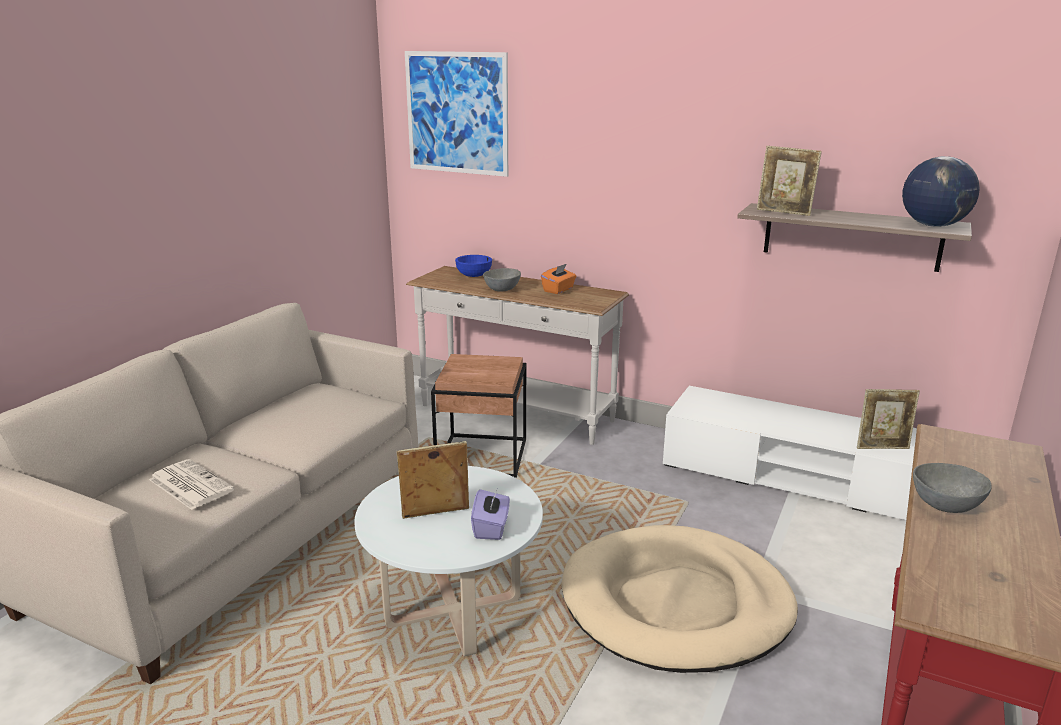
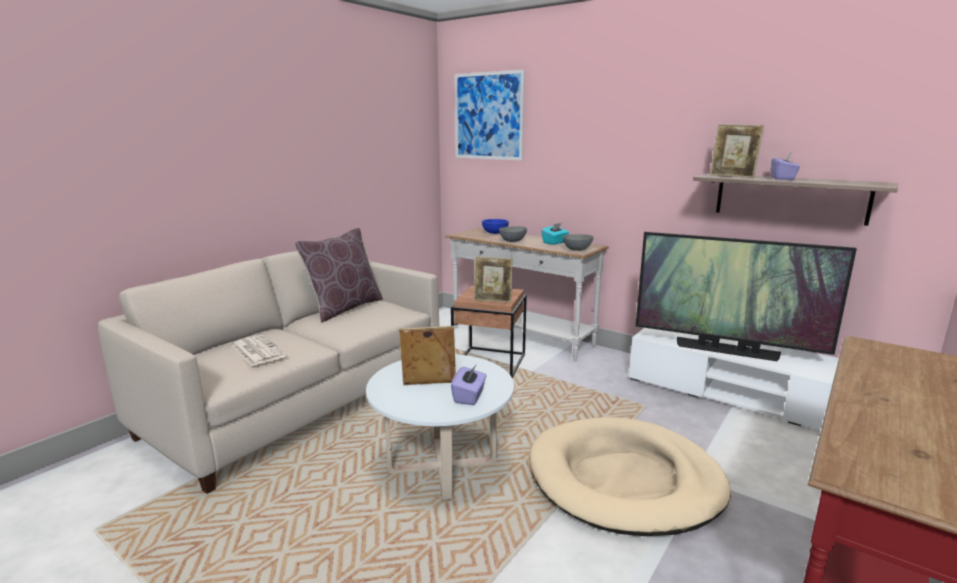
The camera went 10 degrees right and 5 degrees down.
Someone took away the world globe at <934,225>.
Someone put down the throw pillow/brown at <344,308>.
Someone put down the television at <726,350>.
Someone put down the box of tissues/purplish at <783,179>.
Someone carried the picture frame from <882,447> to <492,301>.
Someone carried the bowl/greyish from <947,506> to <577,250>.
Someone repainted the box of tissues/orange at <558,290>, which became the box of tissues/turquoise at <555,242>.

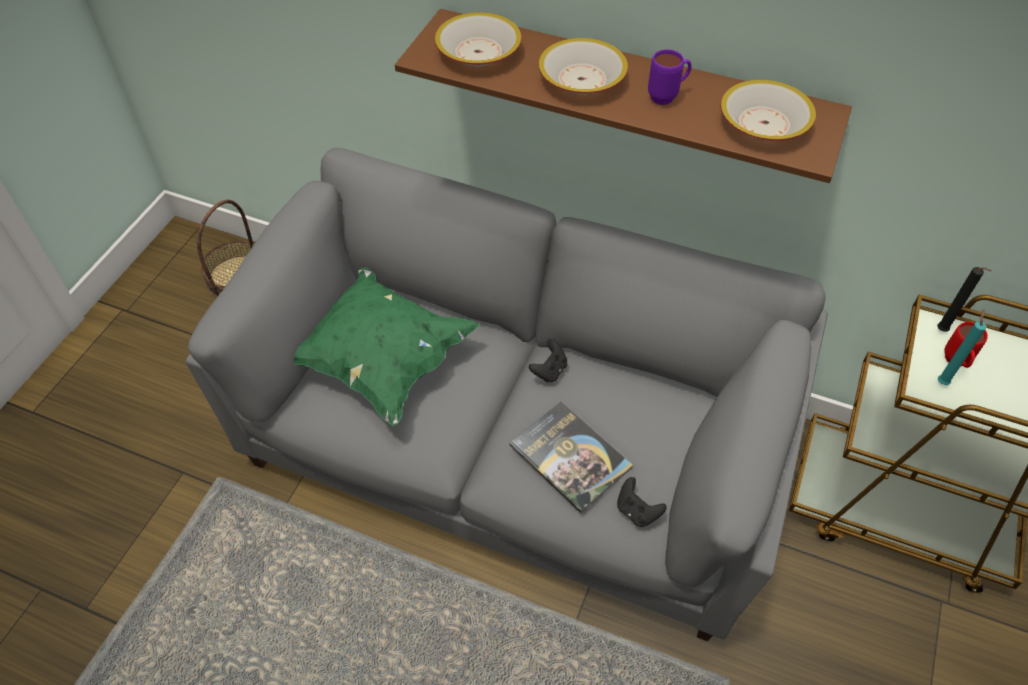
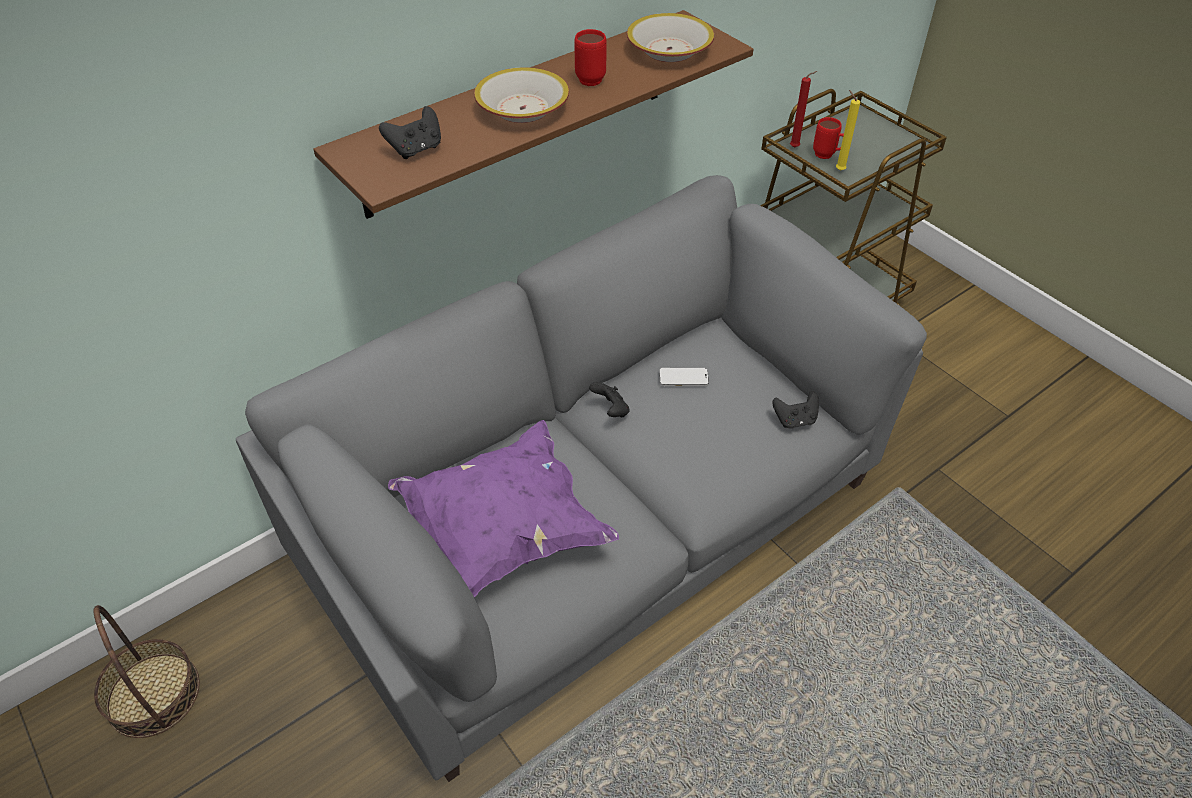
The camera went 60 degrees left and 5 degrees down.
Someone took away the bound book at <570,456>.
Someone put down the handset at <683,378>.
Someone swapped the bowl at <478,53> for the gamepad/blackish at <416,149>.
Someone repainted the throw pillow/green at <382,361>, which became the throw pillow/purplish at <503,533>.
Someone repainted the mug/purplish at <667,97>, which became the mug/reddish at <591,77>.
Someone repainted the wax light/blackish at <943,331>, which became the wax light/reddish at <796,147>.
Someone repainted the wax light/turquoise at <942,381>, which became the wax light/yellowish at <838,169>.

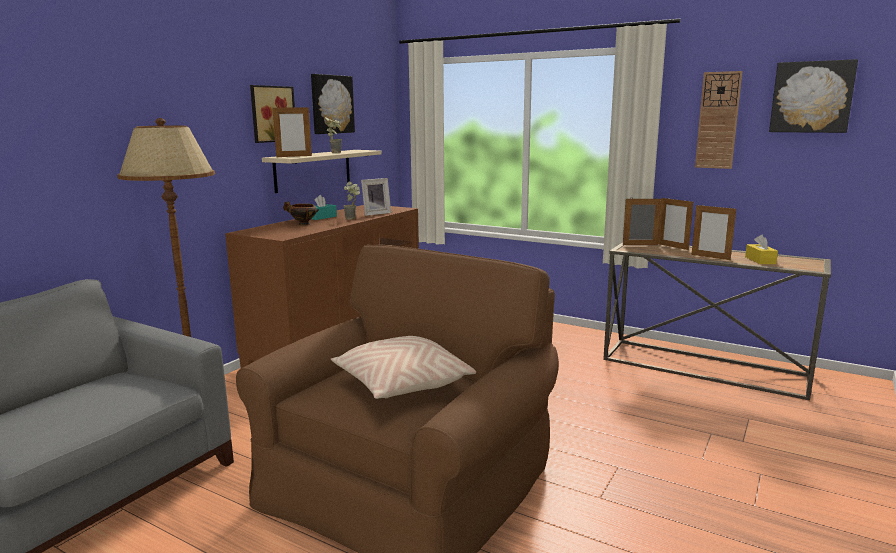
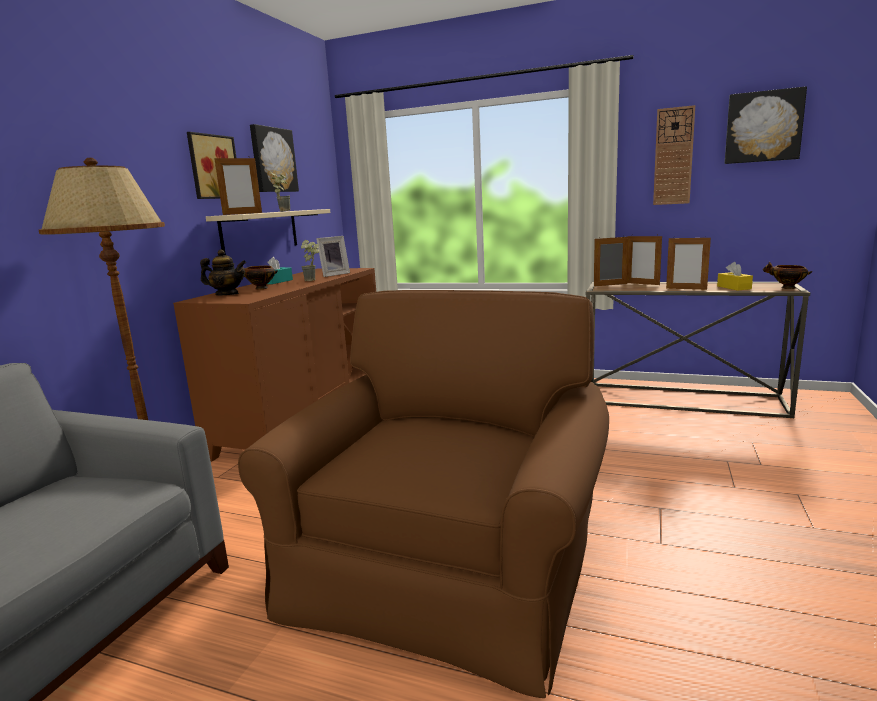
The camera went 10 degrees left and 0 degrees up.
Someone took away the throw pillow/beige at <401,385>.
Someone put down the teapot at <227,294>.
Someone put down the bowl at <786,288>.

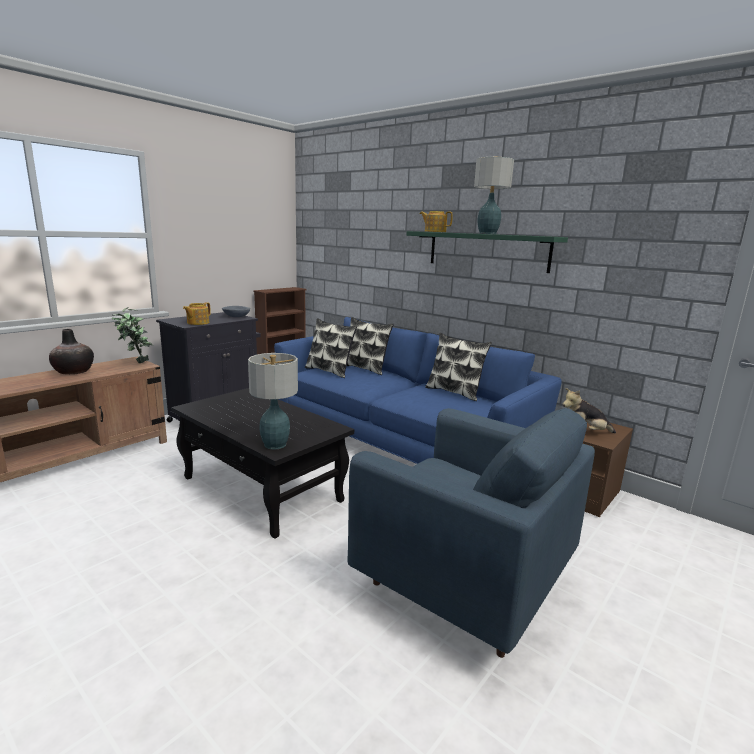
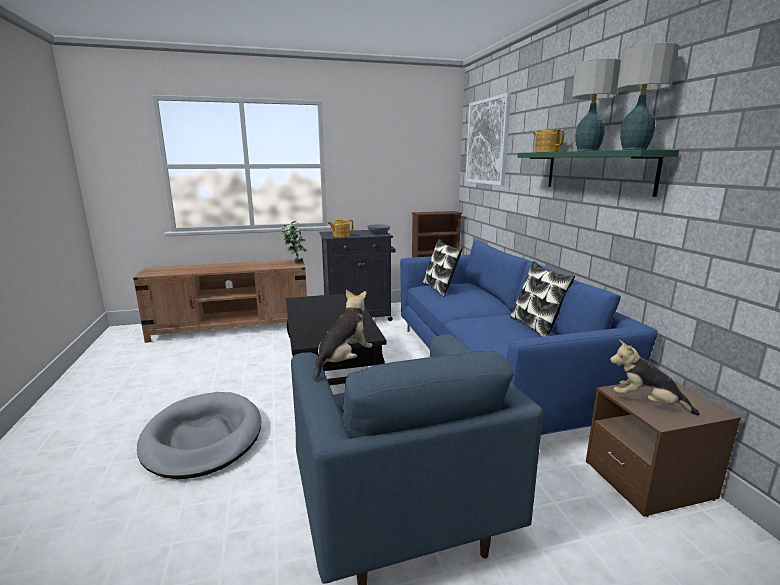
The camera went 35 degrees right and 0 degrees up.
Someone took away the decorative vase at <74,372>.
Someone took away the throw pillow at <365,368>.
Someone put down the dog bed/greyish at <203,438>.
Someone put down the plush toy at <343,361>.
Someone put up the picture at <487,142>.
Someone carried the lamp for a table from <275,445> to <635,149>.

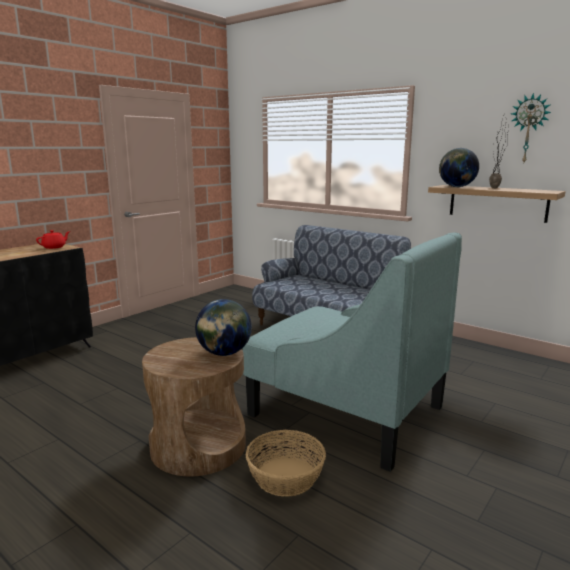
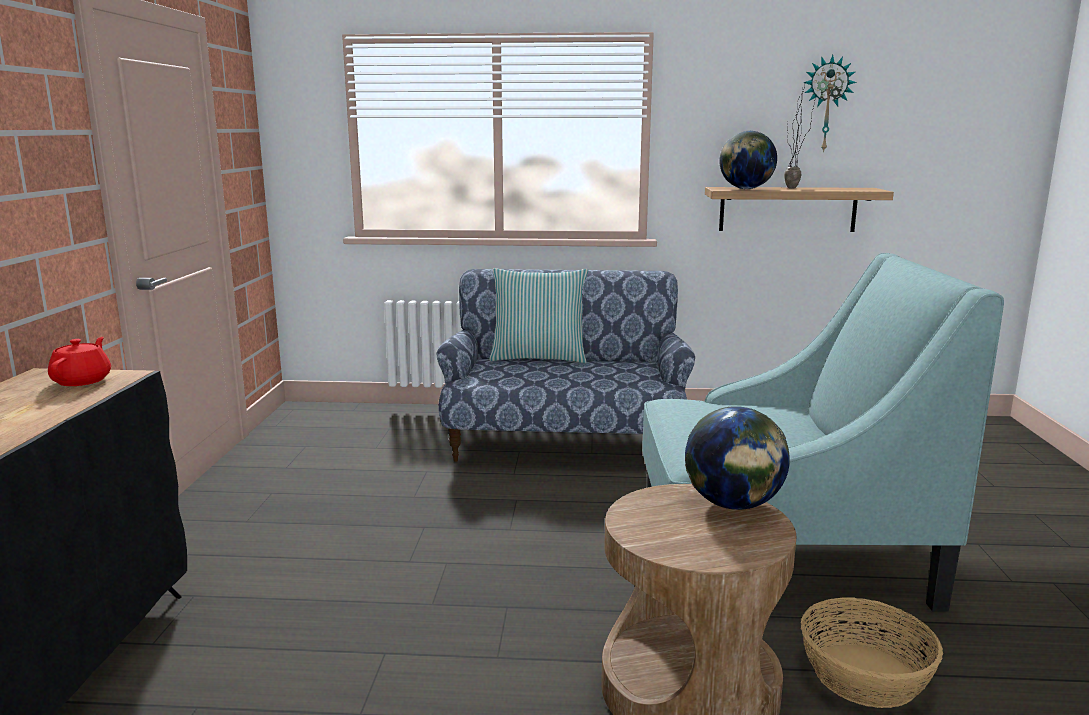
The camera went 35 degrees left and 0 degrees up.
Someone put down the throw pillow at <539,358>.

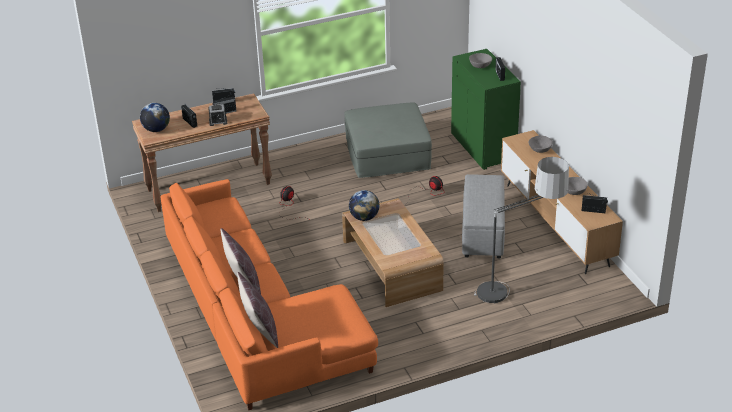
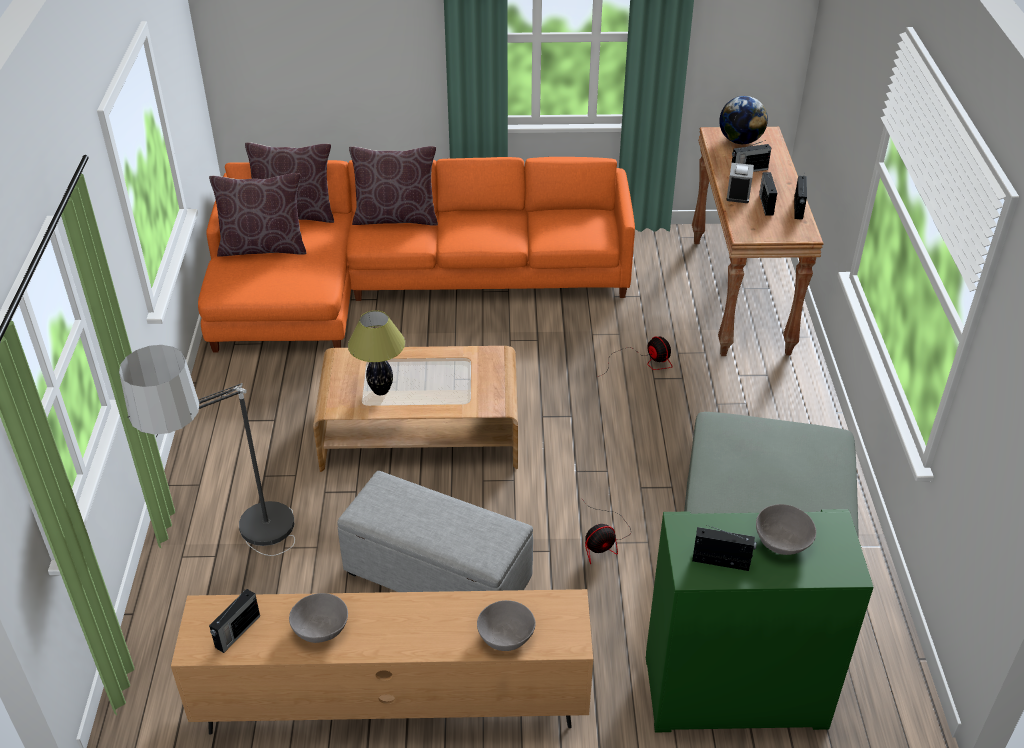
The camera went 110 degrees right and 5 degrees up.
Someone took away the world globe at <364,217>.
Someone put down the throw pillow/brown at <263,247>.
Someone put down the lamp for a table at <380,391>.

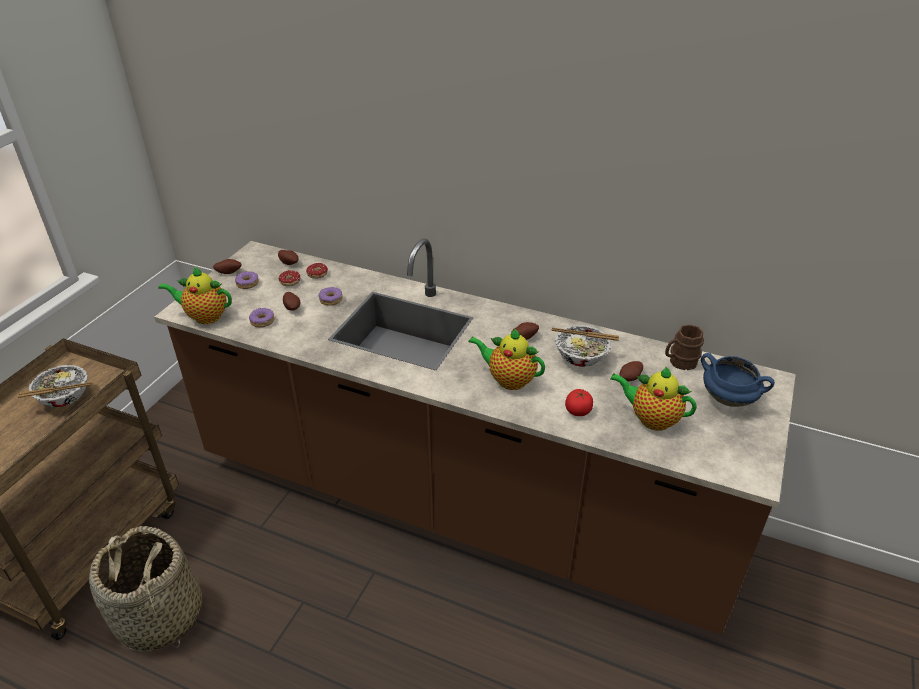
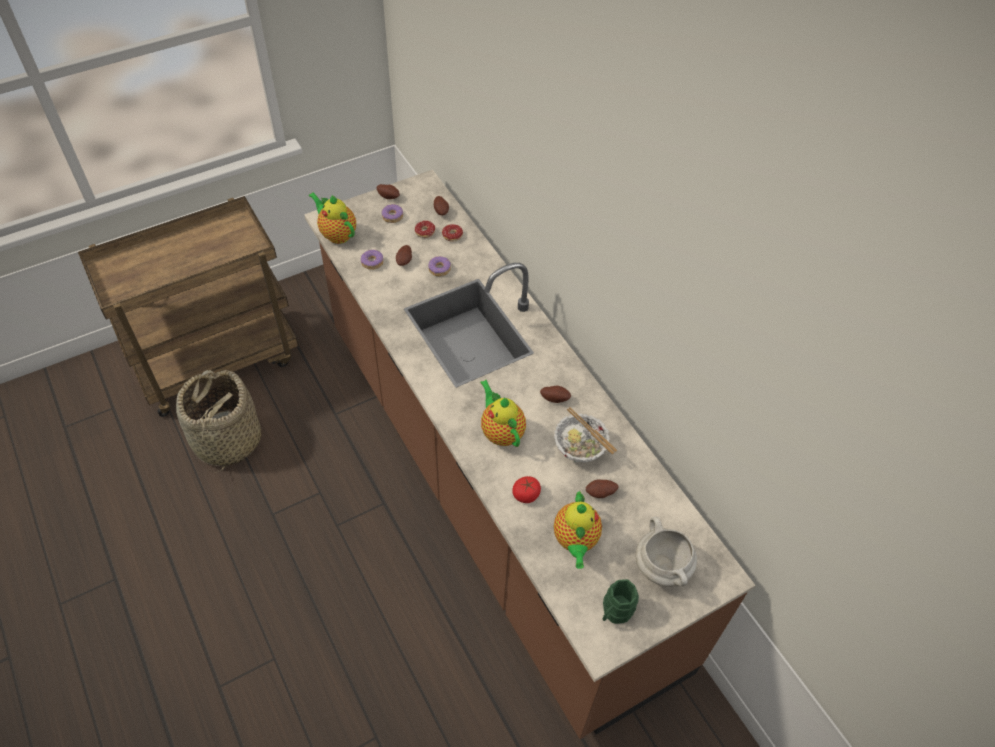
The camera went 35 degrees right and 15 degrees up.
Someone took away the bowl at <65,399>.
Someone took away the mug/brown at <679,362>.
Someone put down the mug/green at <614,612>.
Someone repainted the cooking pot/blue-coloured at <729,399>, which became the cooking pot/whitish at <663,567>.
Someone rotated the teapot at <651,419> by 150 degrees counterclockwise.

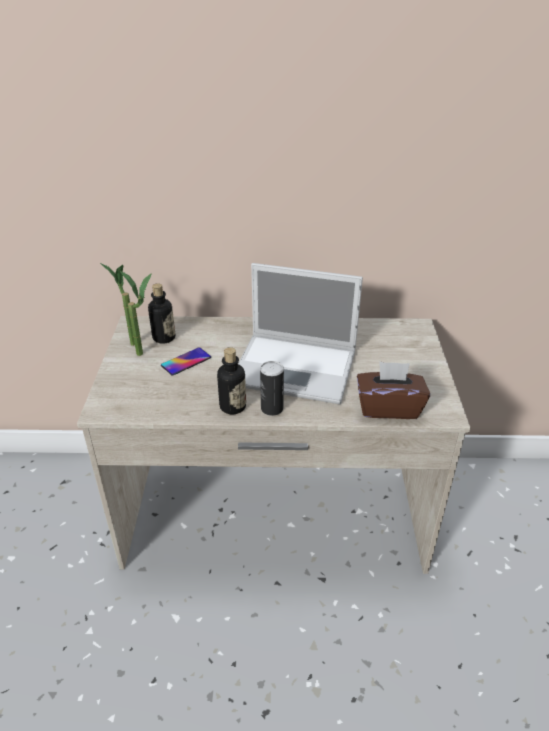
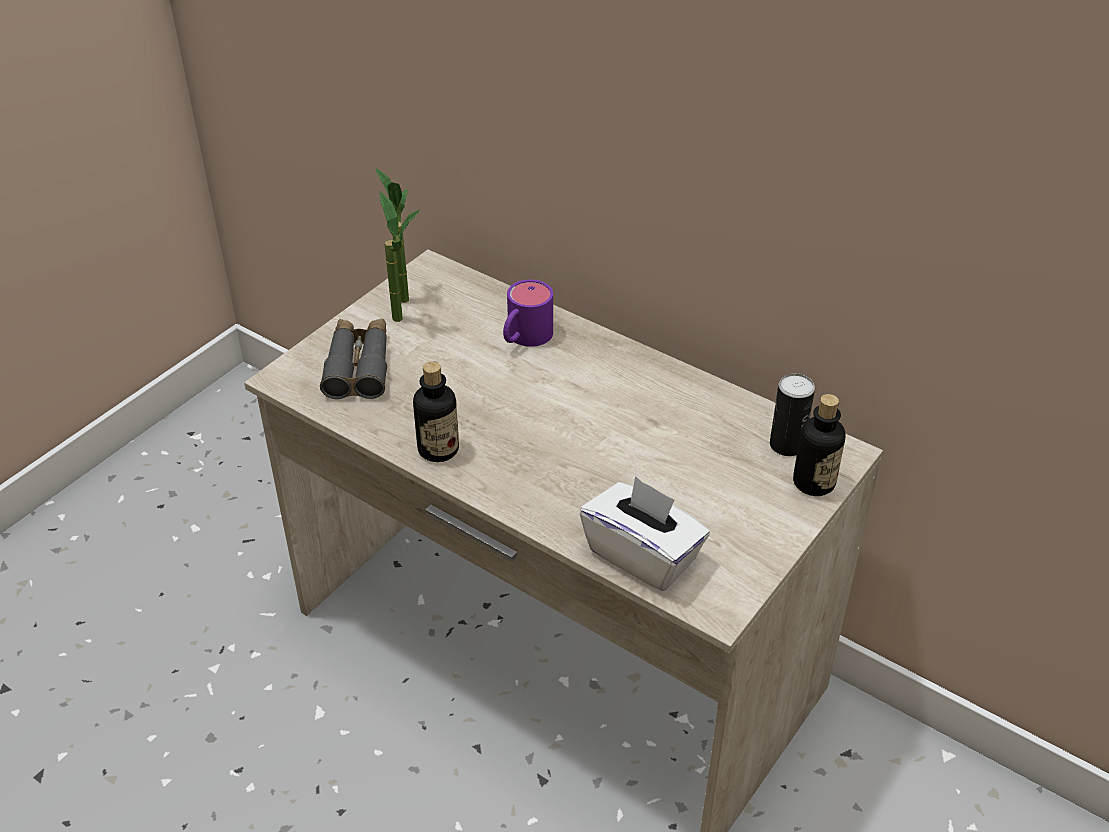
The camera went 35 degrees right and 5 degrees up.
Someone took away the handset at <186,361>.
Someone took away the portable computer at <297,368>.
Someone put down the binoculars/greyish at <358,366>.
Someone put down the mug/purplish at <524,338>.
Someone carried the bottle from <164,337> to <814,482>.
Someone carried the sealed can from <272,408> to <787,445>.
Someone repainted the box of tissues/brown at <388,407>, which became the box of tissues/whitish at <643,555>.

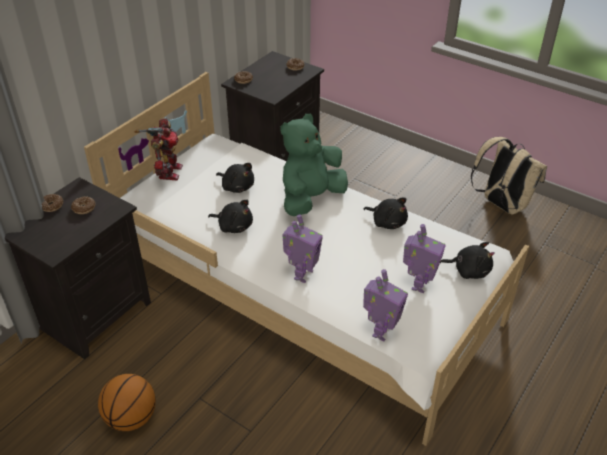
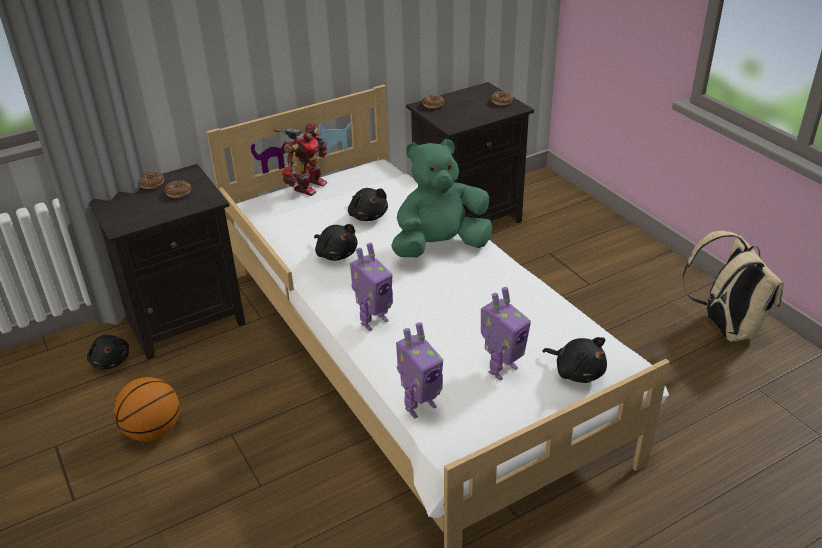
The camera went 25 degrees right and 5 degrees down.
Someone carried the plush toy/blackish from <387,222> to <111,361>.

